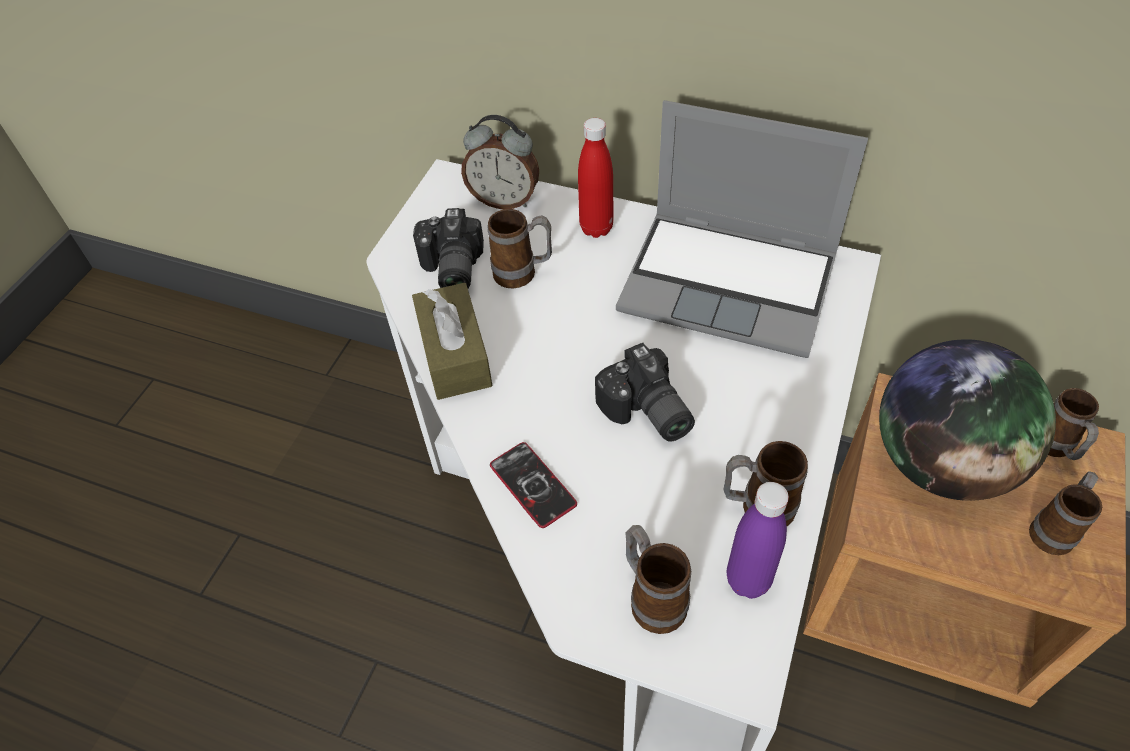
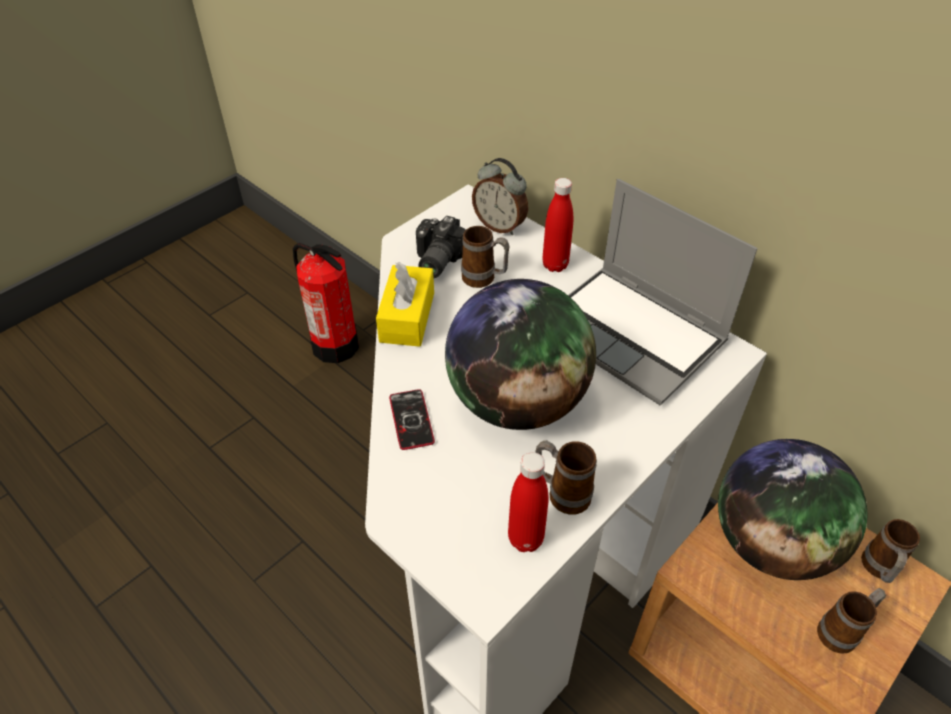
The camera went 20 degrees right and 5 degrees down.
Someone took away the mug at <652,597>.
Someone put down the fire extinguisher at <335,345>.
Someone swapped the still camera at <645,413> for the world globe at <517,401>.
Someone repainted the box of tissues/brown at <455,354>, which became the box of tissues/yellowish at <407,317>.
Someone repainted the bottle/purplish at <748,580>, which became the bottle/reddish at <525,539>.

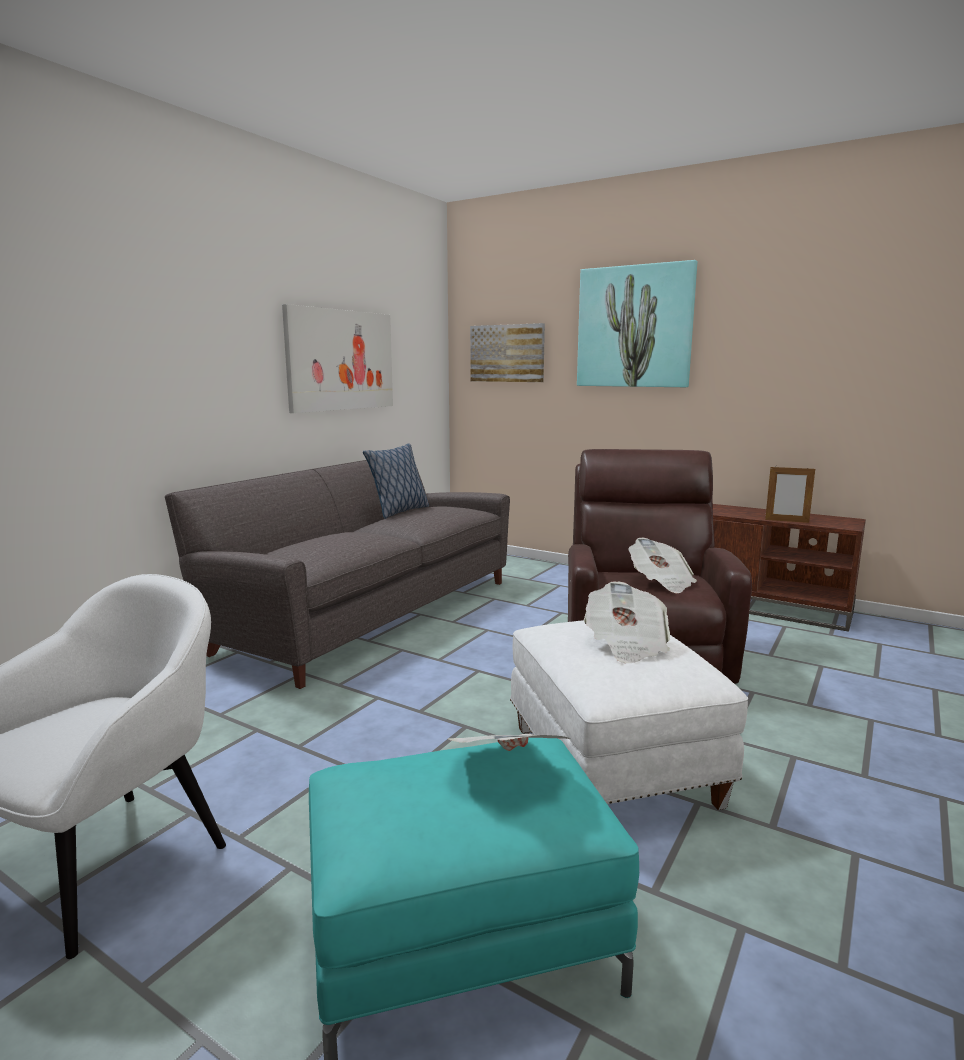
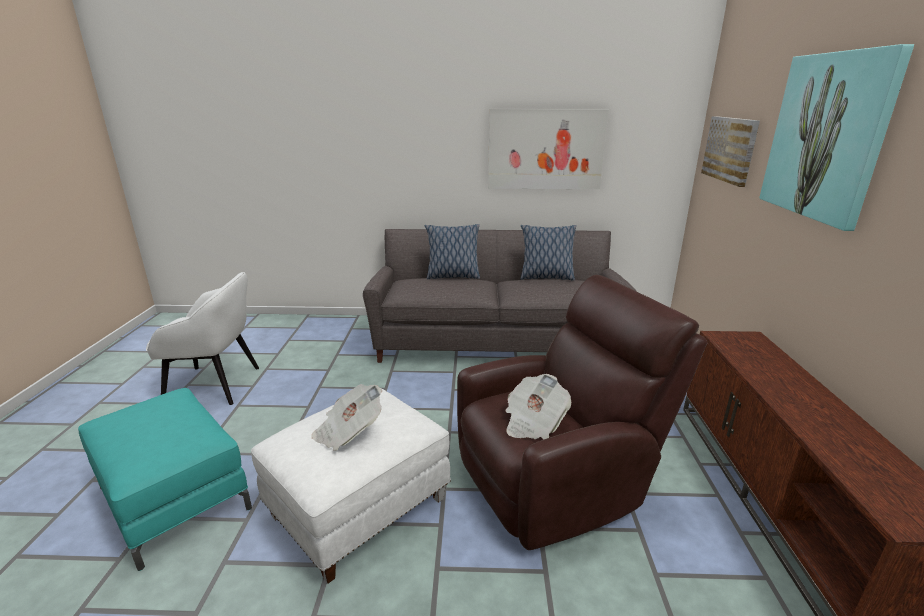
The camera went 60 degrees right and 10 degrees up.
Someone took away the daily paper at <509,768>.
Someone took away the picture frame at <786,521>.
Someone put down the throw pillow at <452,276>.

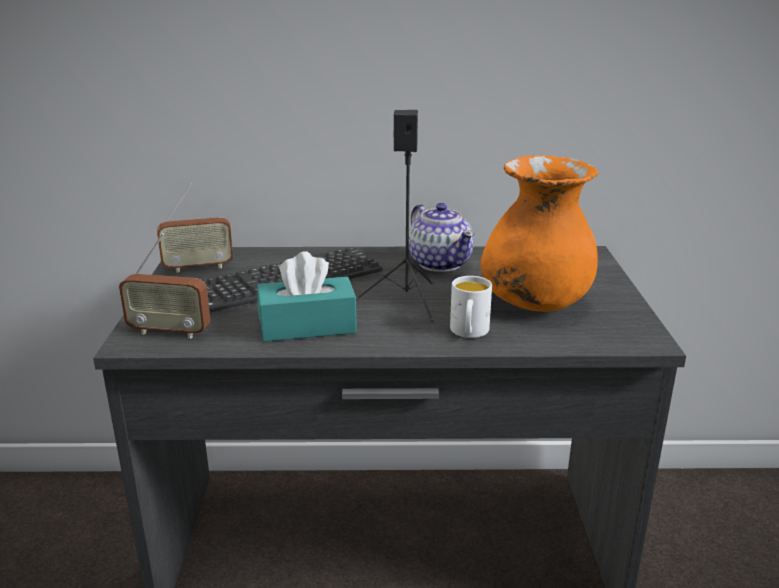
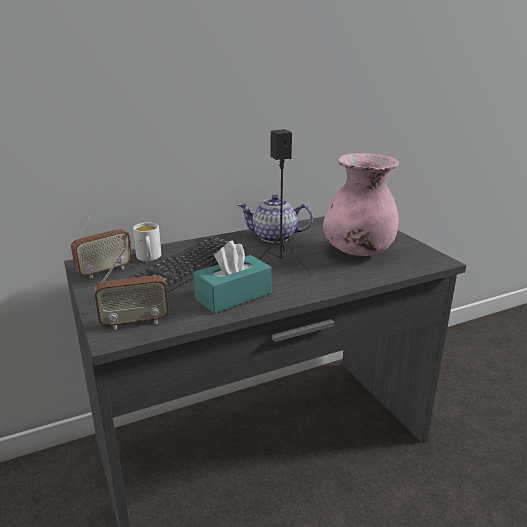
The camera went 25 degrees left and 0 degrees up.
Someone carried the mug/whitish from <469,333> to <149,258>.
Someone repainted the decorative vase/orange at <534,303>, which became the decorative vase/pinkish at <358,252>.
Someone rotated the teapot at <440,263> by 150 degrees clockwise.

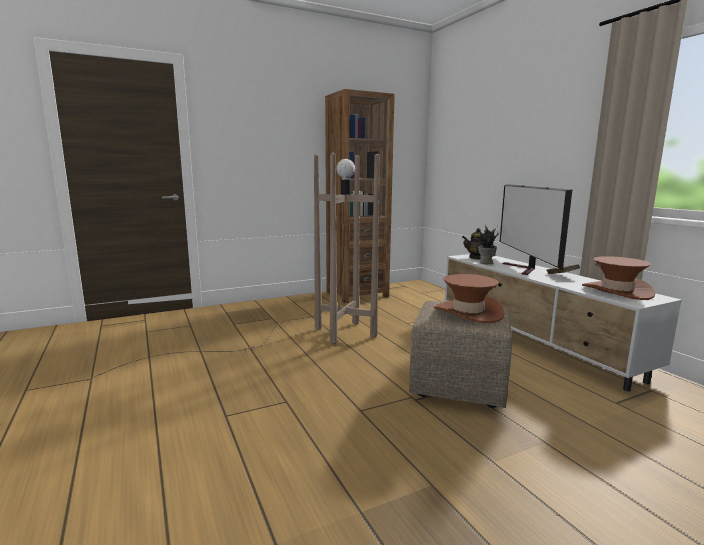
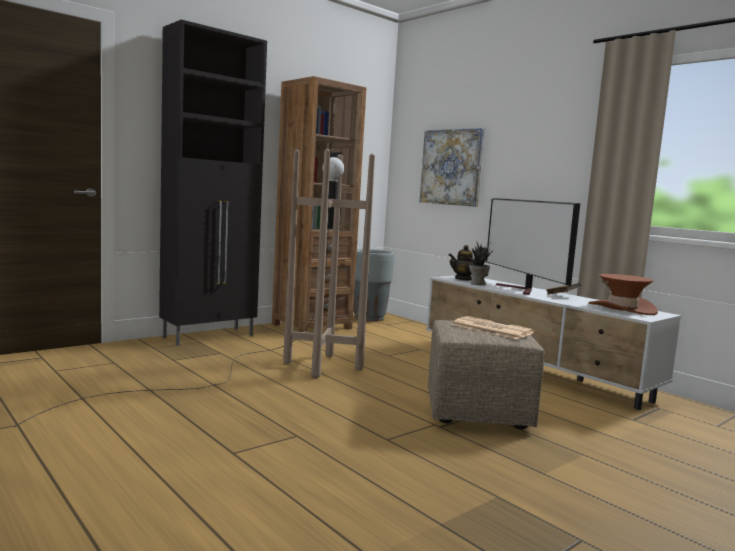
The camera went 15 degrees left and 5 degrees down.
Someone put down the storage cabinet/blackish at <210,336>.
Someone put down the flower pot/greyish at <369,318>.
Someone put up the picture at <451,167>.
Someone swapped the hat/brown at <468,312> for the daily paper at <490,328>.

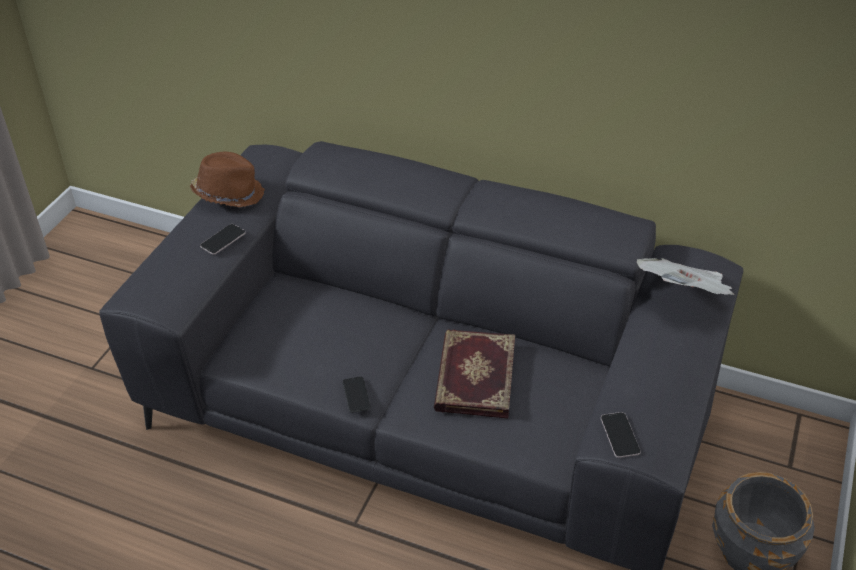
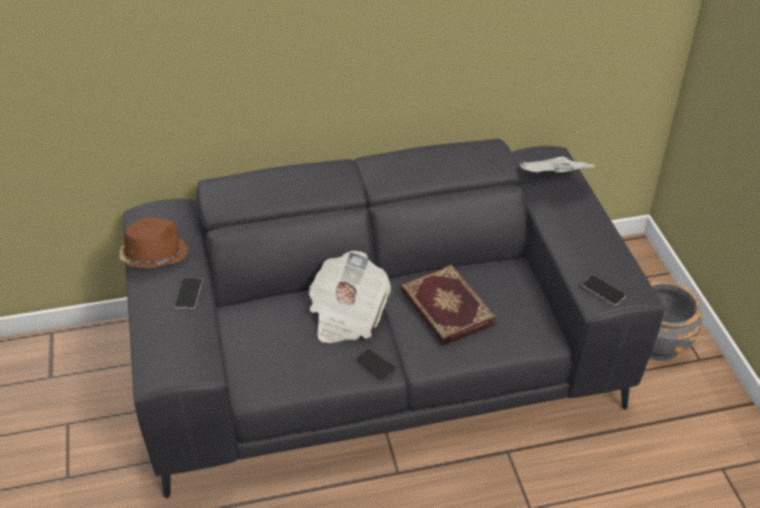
The camera went 35 degrees left and 0 degrees up.
Someone put down the daily paper at <347,315>.

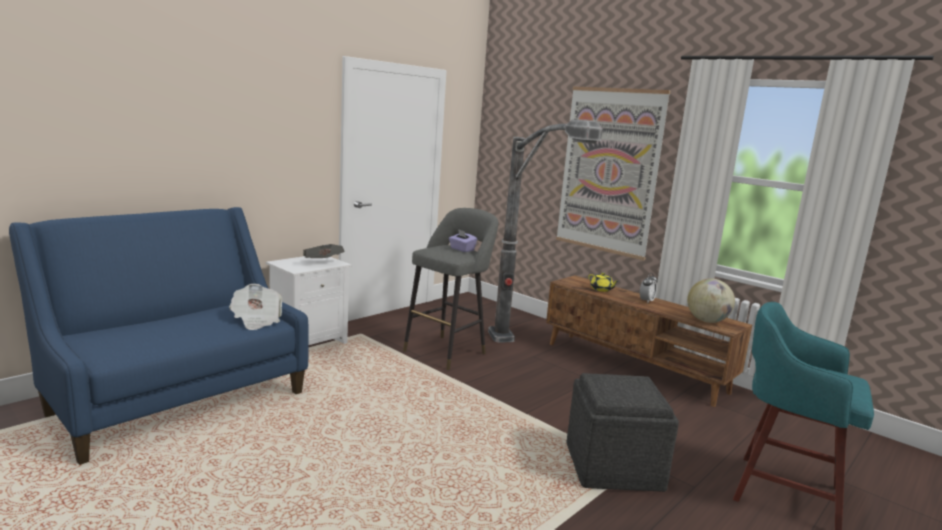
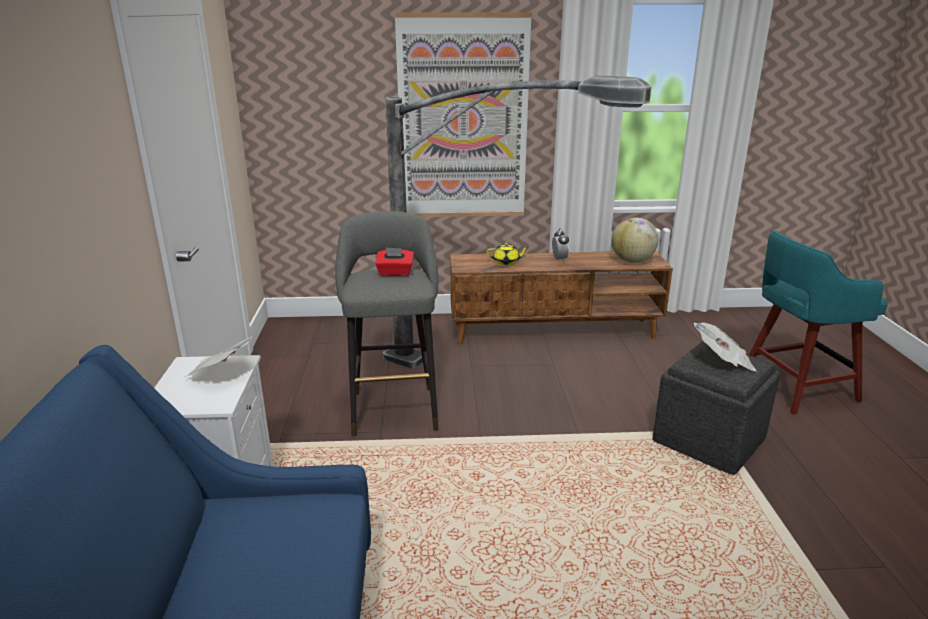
The camera went 45 degrees left and 10 degrees up.
Someone carried the daily paper from <256,320> to <722,361>.
Someone repainted the box of tissues/purplish at <462,249>, which became the box of tissues/reddish at <395,273>.

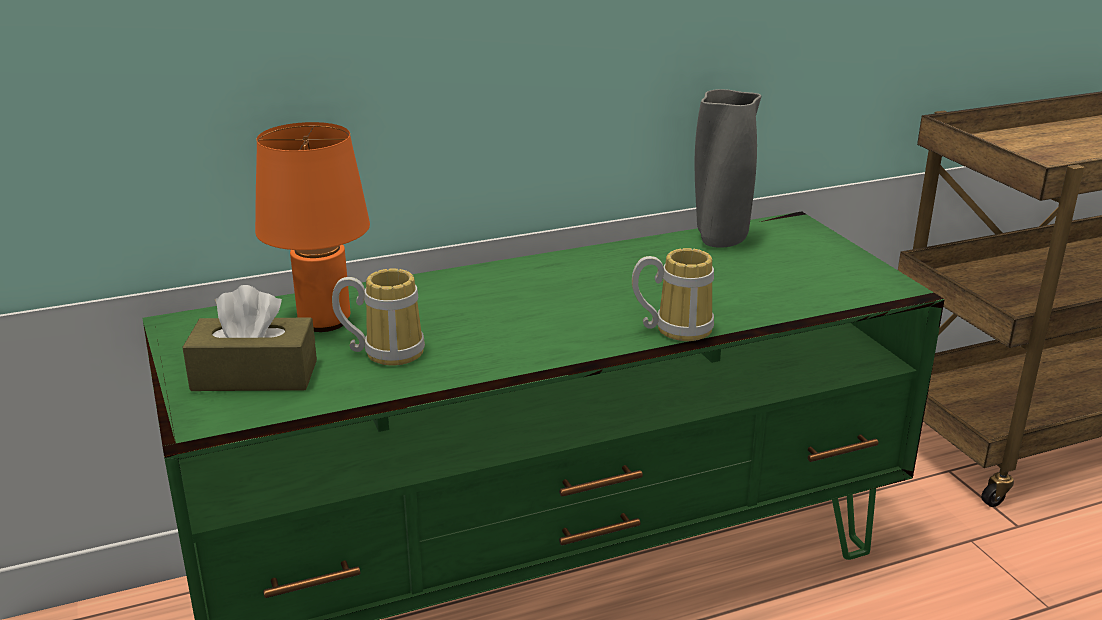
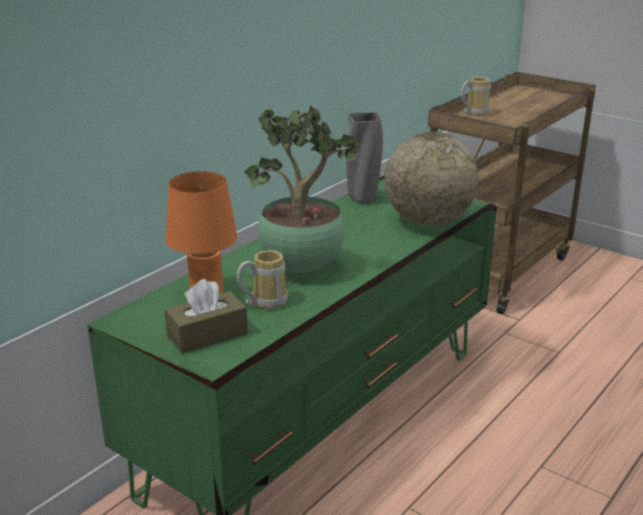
The camera went 30 degrees left and 0 degrees up.
Someone put down the plant in a pot at <304,268>.
Someone put down the world globe at <428,221>.
Someone carried the mug from <675,328> to <473,113>.

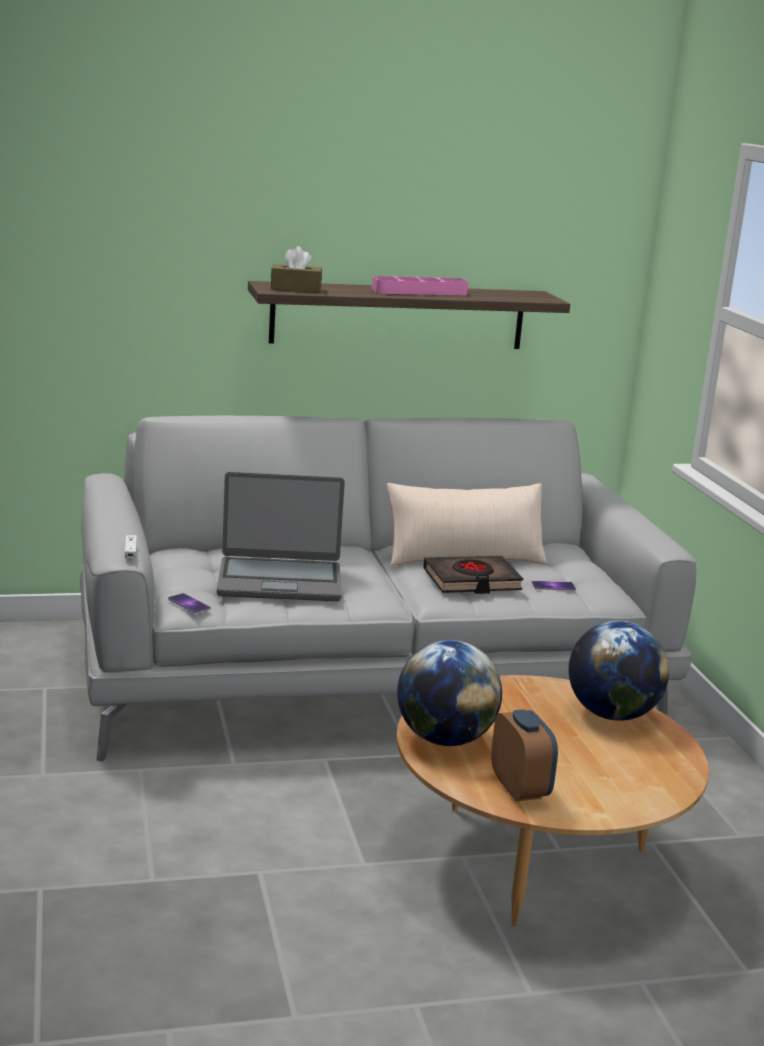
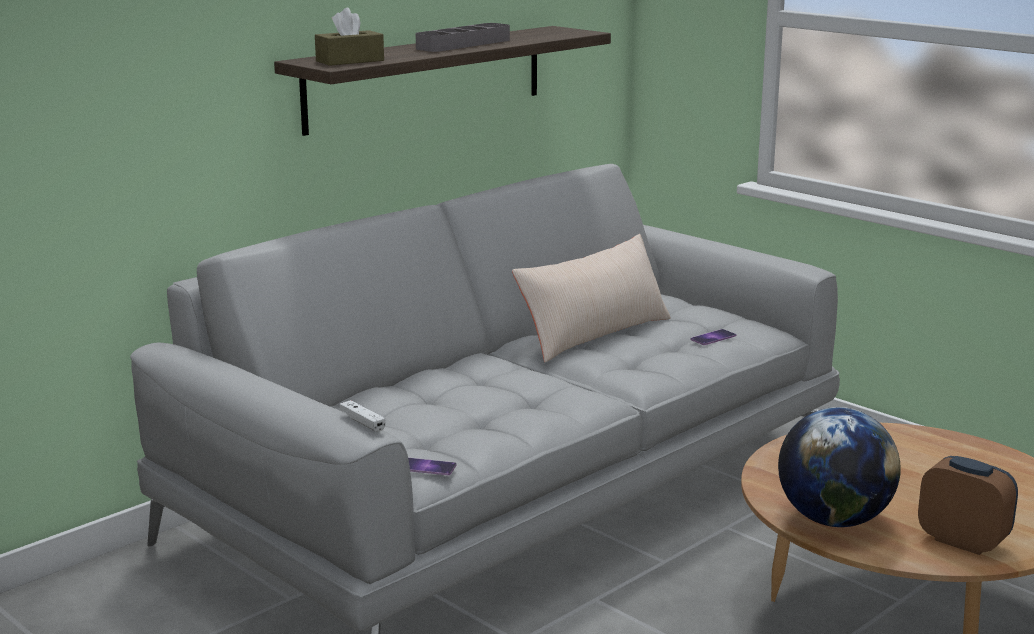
The camera went 30 degrees left and 0 degrees up.
Someone took away the portable computer at <279,581>.
Someone took away the bound book/blackish at <472,581>.
Someone took away the world globe at <612,714>.
Someone repainted the carrying tray/pinkish at <419,292>, which became the carrying tray/greyish at <463,44>.

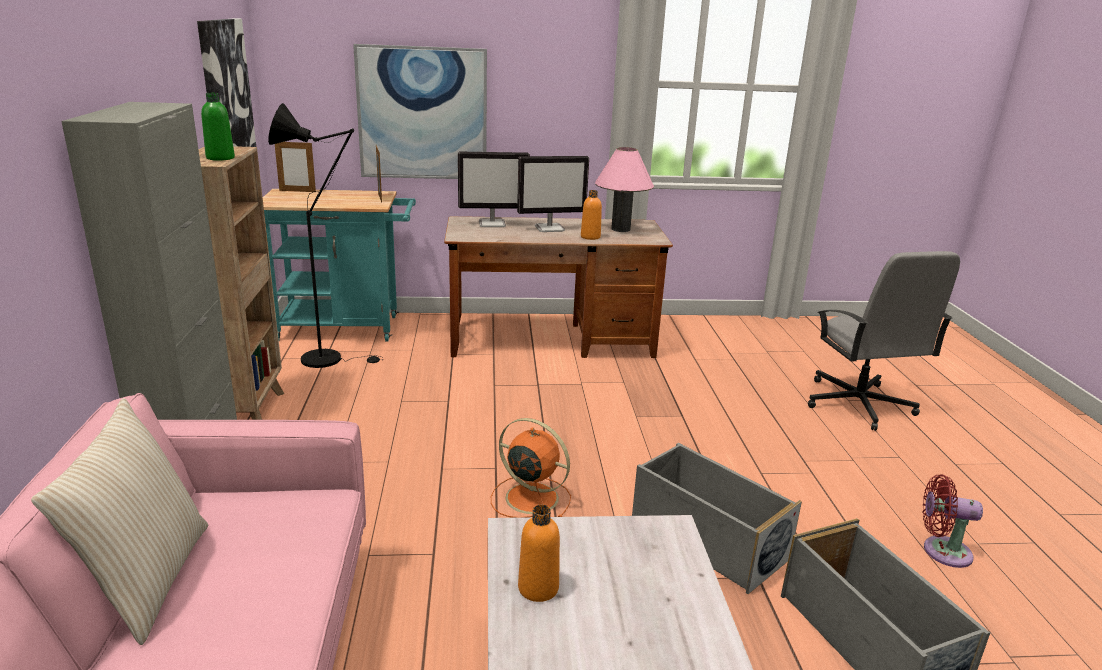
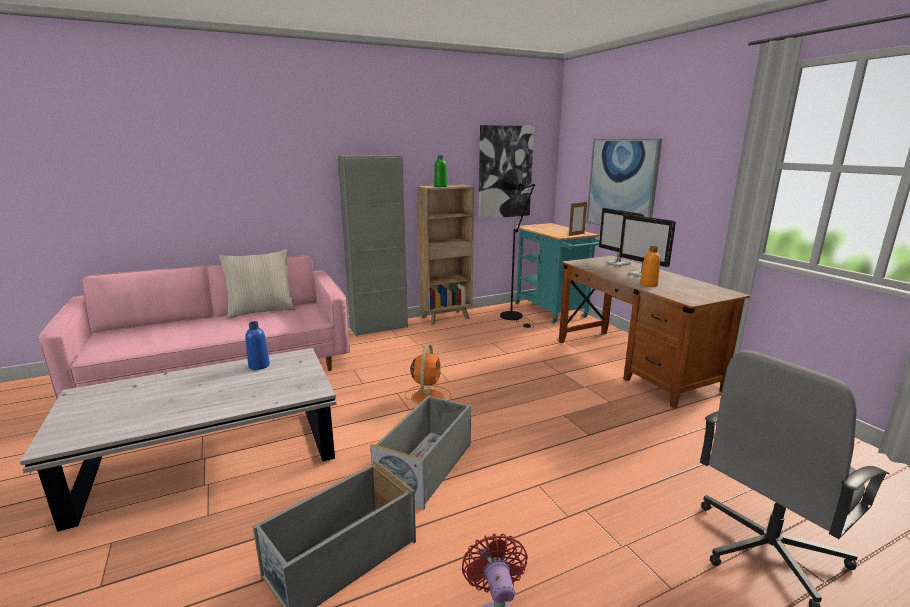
The camera went 70 degrees right and 5 degrees down.
Someone took away the picture frame at <297,191>.
Someone took away the lamp for a table/pinkish at <620,229>.
Someone repainted the bottle/orange at <538,588>, which became the bottle/blue-coloured at <259,366>.

